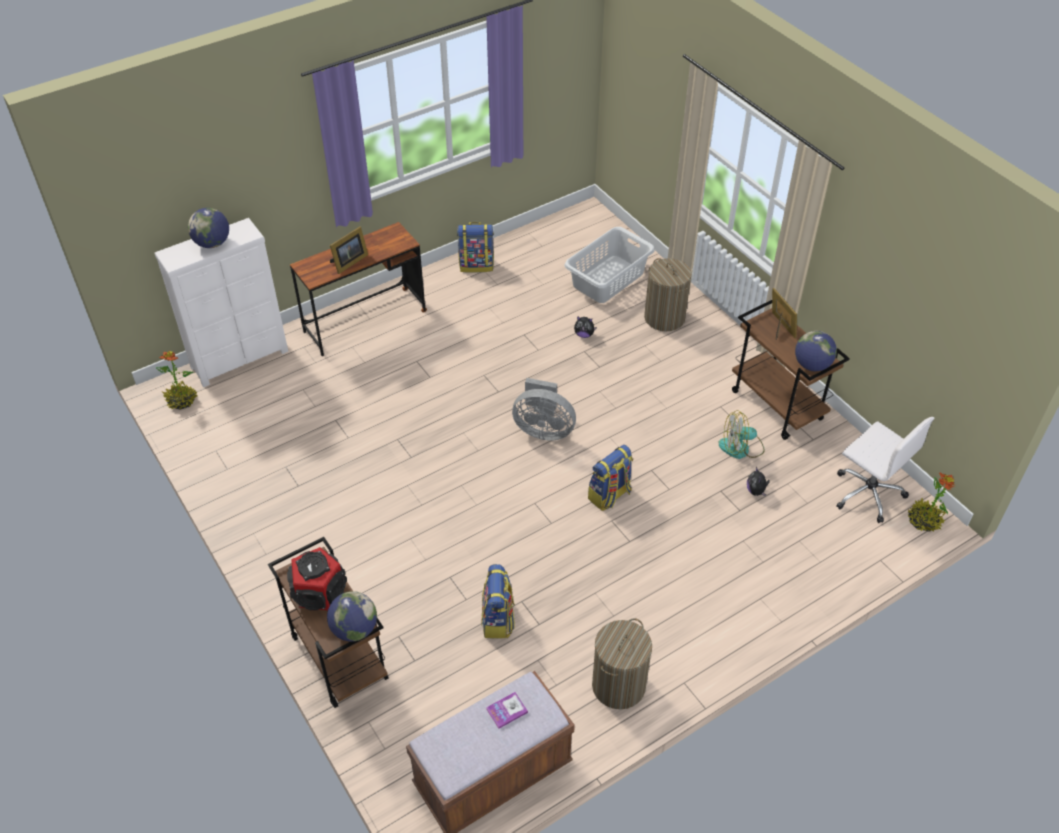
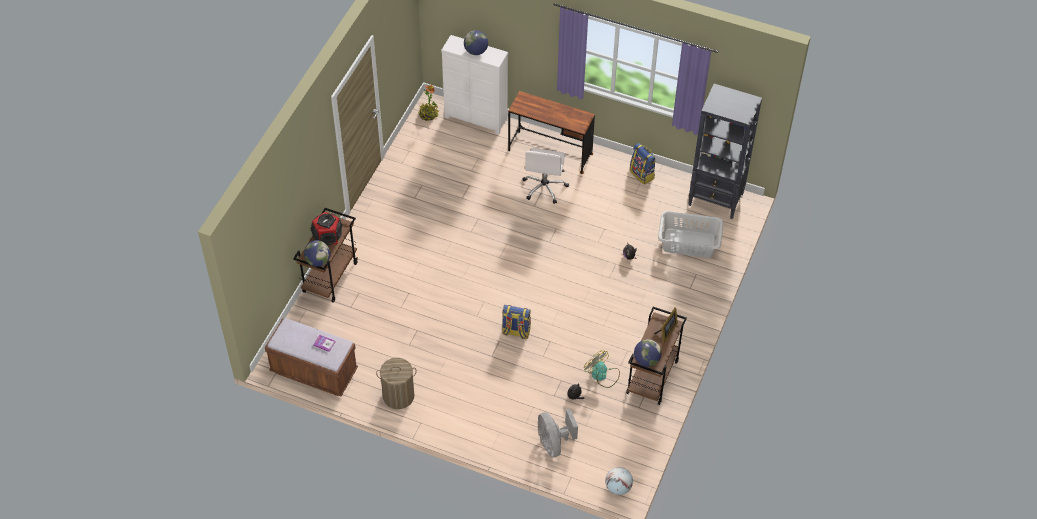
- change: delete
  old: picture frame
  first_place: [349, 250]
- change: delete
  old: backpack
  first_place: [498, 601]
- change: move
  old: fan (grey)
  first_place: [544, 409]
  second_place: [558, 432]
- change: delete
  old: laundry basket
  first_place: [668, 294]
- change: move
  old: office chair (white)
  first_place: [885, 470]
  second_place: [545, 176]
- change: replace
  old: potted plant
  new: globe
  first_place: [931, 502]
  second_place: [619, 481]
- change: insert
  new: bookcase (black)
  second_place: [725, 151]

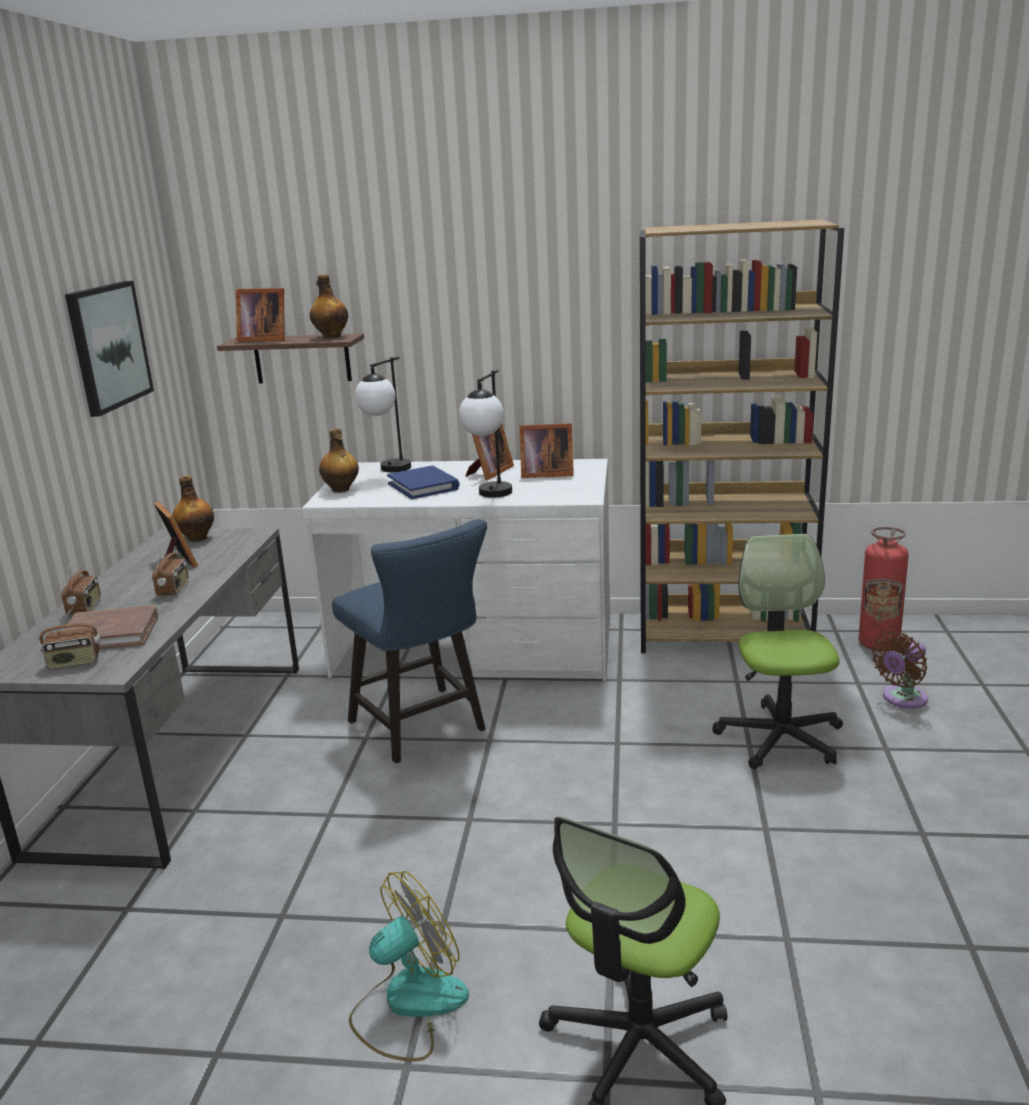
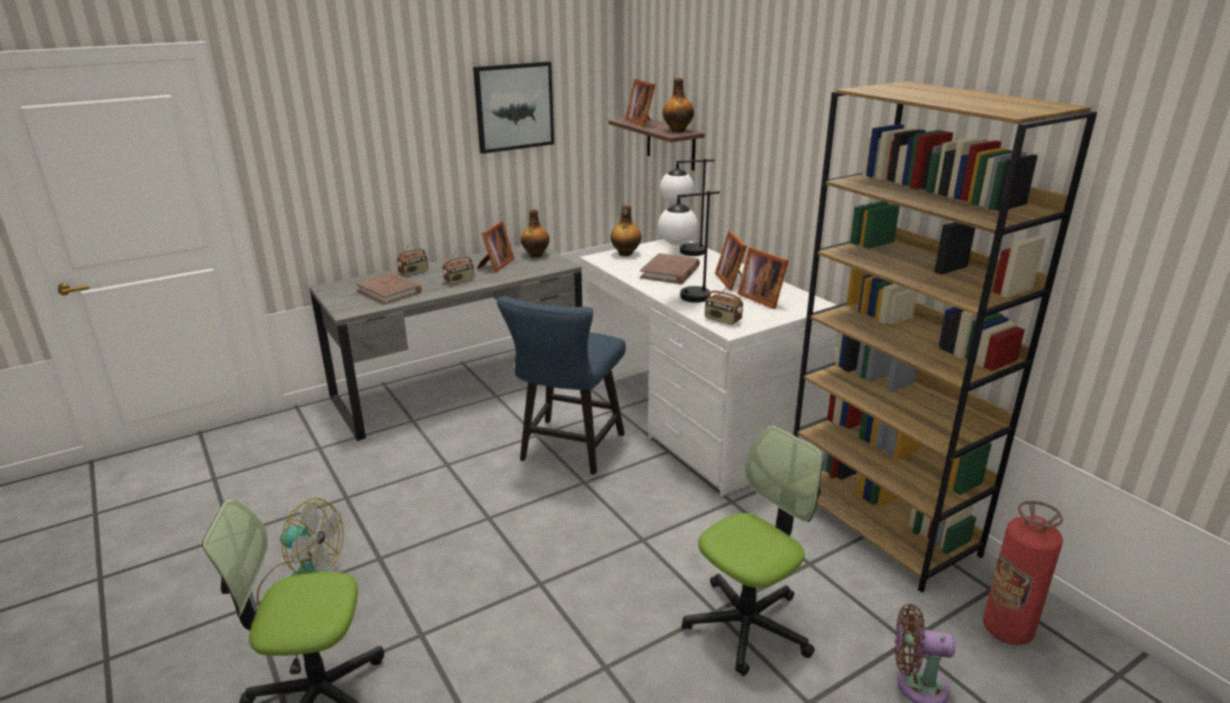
- change: move
  old: radio
  first_place: [70, 637]
  second_place: [724, 303]
- change: recolor
  old: book (blue)
  new: book (brown)
  first_place: [423, 482]
  second_place: [670, 268]
- change: rotate
  old: picture frame
  first_place: [489, 452]
  second_place: [731, 260]
  degrees: 90

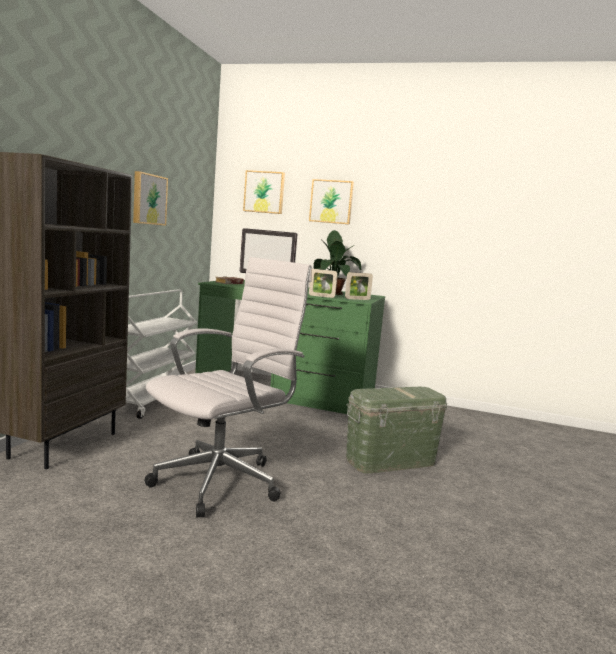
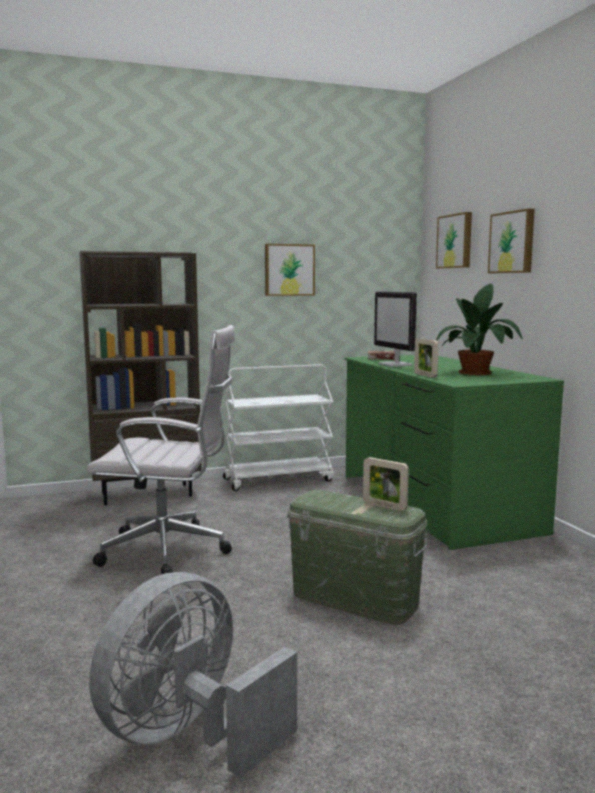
- change: move
  old: picture frame
  first_place: [359, 286]
  second_place: [386, 484]
- change: insert
  new: fan (grey)
  second_place: [193, 675]

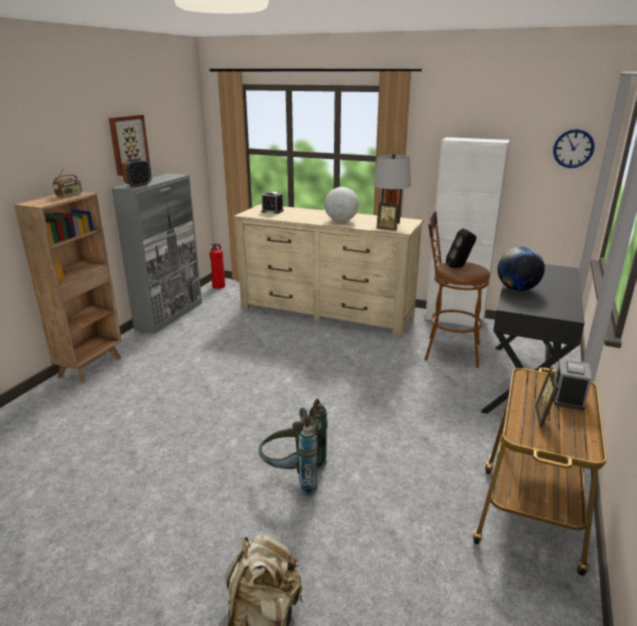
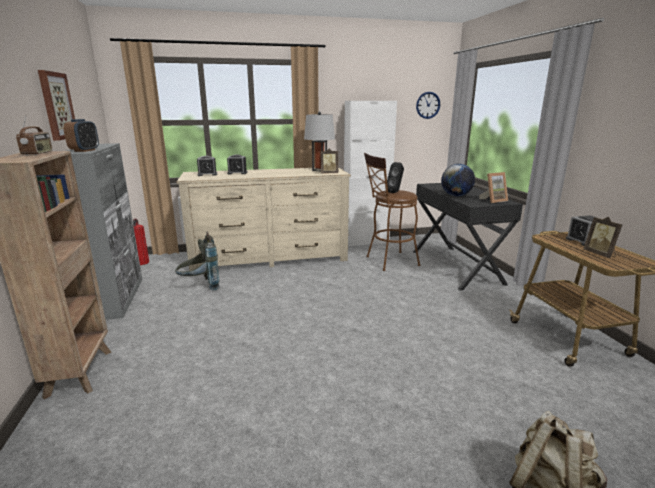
- change: move
  old: backpack (grey)
  first_place: [293, 447]
  second_place: [197, 261]
- change: delete
  old: globe
  first_place: [342, 204]
- change: insert
  new: alarm clock
  second_place: [237, 164]
- change: insert
  new: picture frame
  second_place: [493, 187]

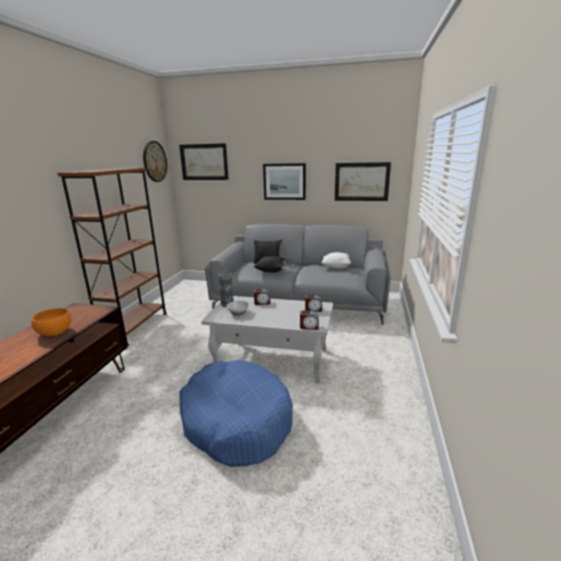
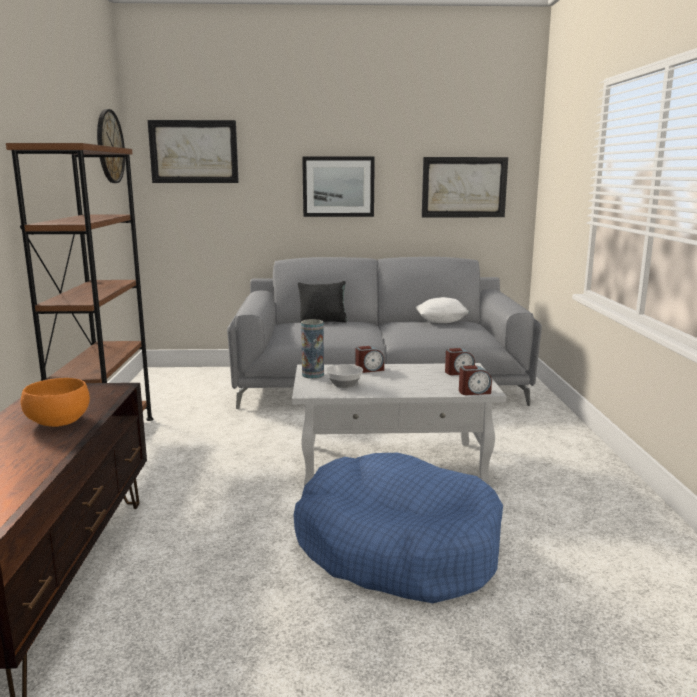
- change: delete
  old: pillow (black)
  first_place: [271, 264]

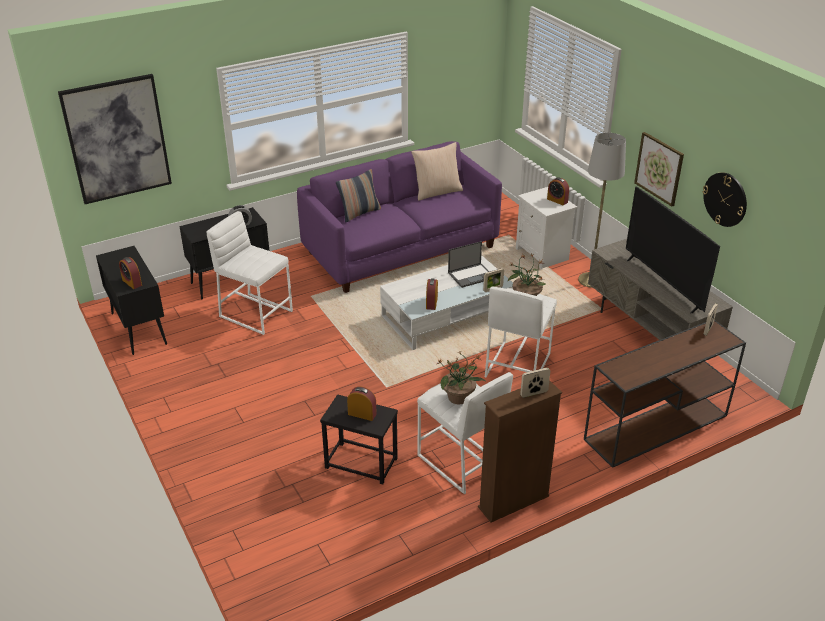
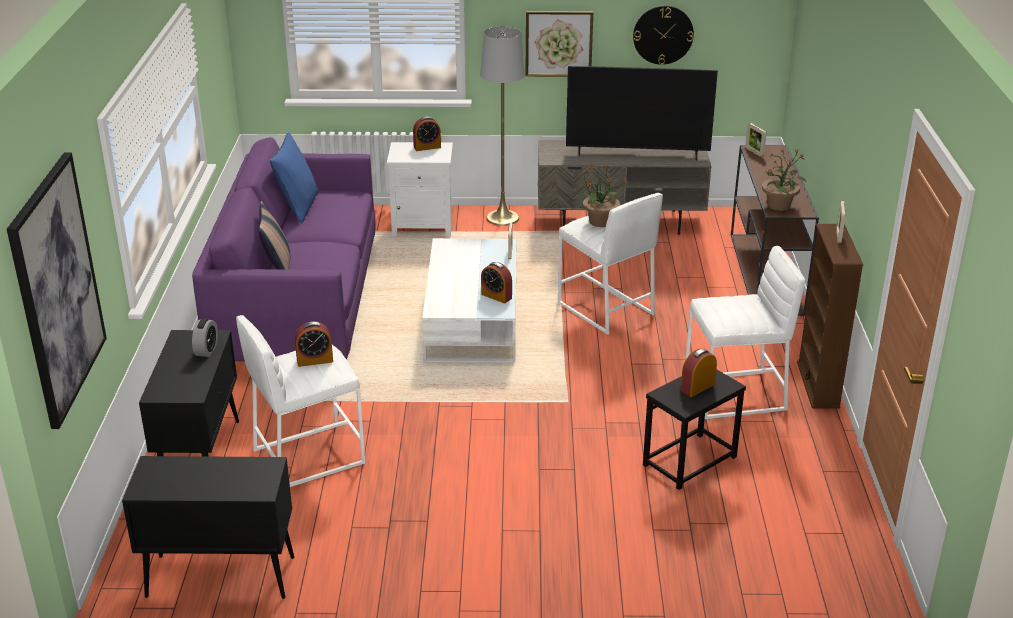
- change: move
  old: alarm clock
  first_place: [130, 273]
  second_place: [314, 344]
- change: recolor
  old: pillow (beige)
  new: pillow (blue)
  first_place: [437, 171]
  second_place: [294, 178]
- change: move
  old: potted plant
  first_place: [461, 378]
  second_place: [784, 180]
- change: delete
  old: laptop
  first_place: [468, 264]

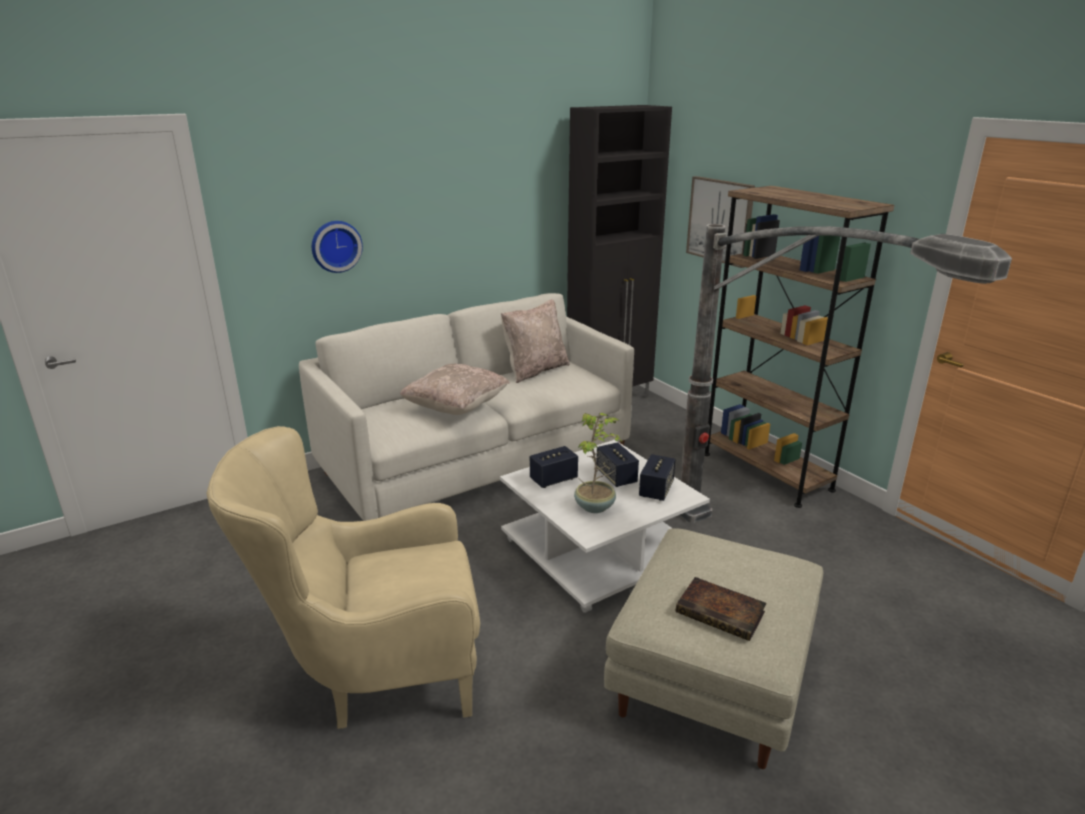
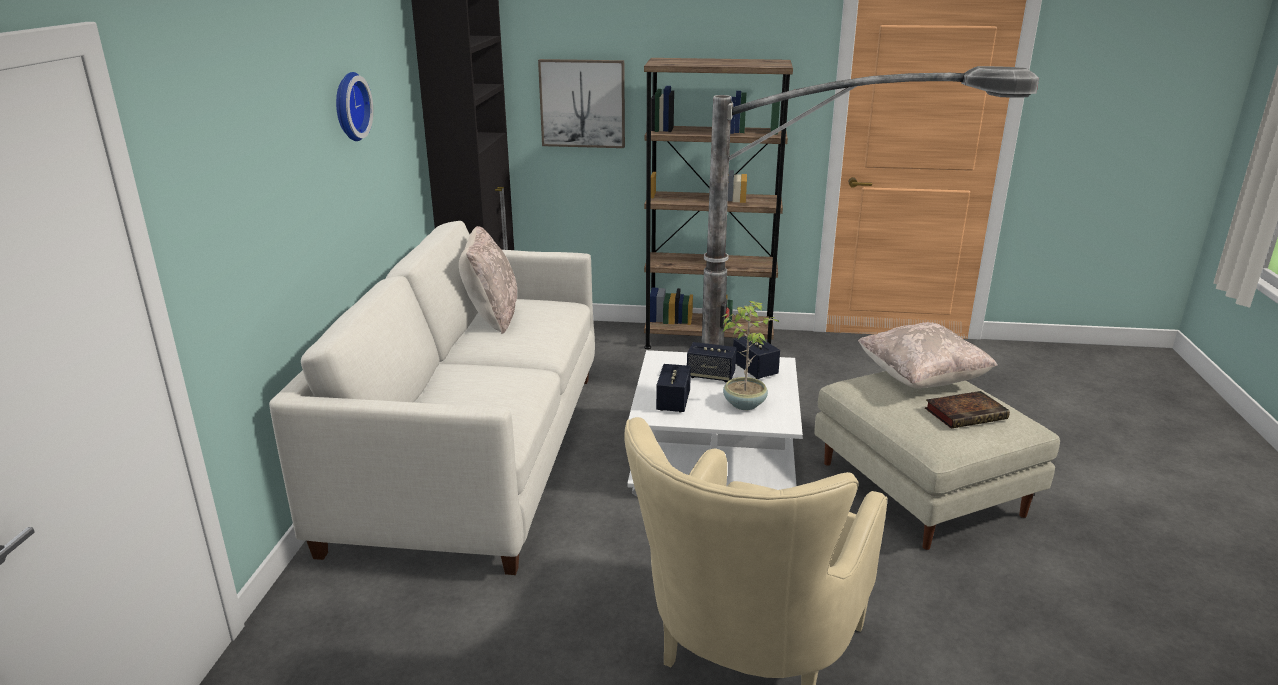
- change: move
  old: wall clock
  first_place: [337, 247]
  second_place: [354, 106]
- change: move
  old: pillow (beige)
  first_place: [455, 389]
  second_place: [928, 355]

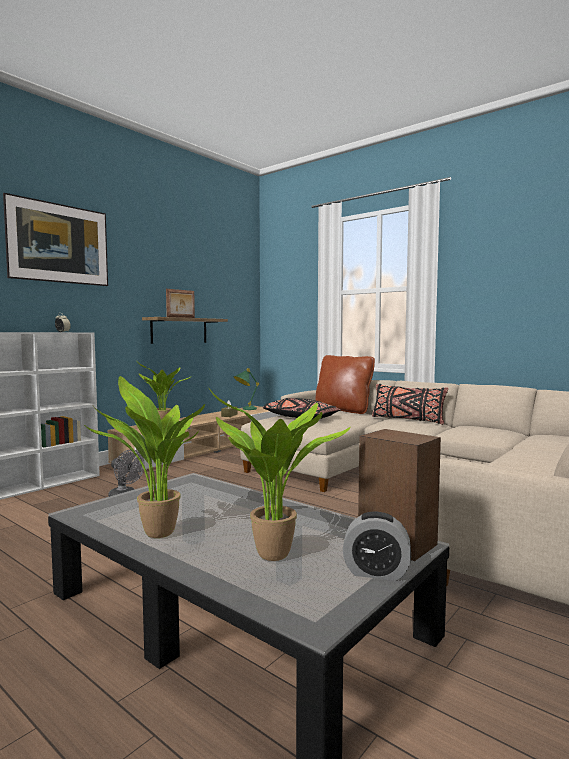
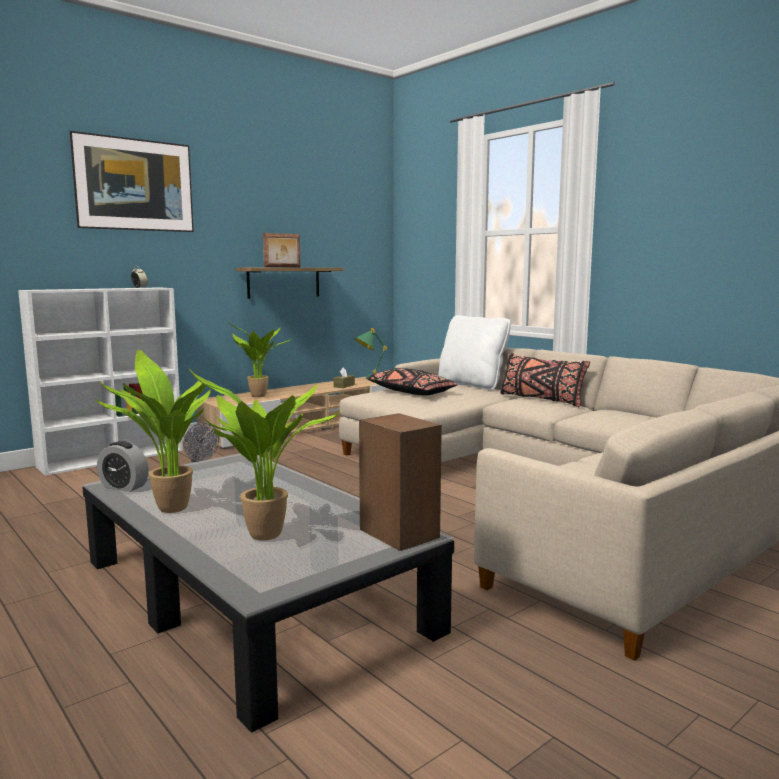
- change: recolor
  old: pillow (brown)
  new: pillow (white)
  first_place: [345, 384]
  second_place: [474, 352]
- change: move
  old: alarm clock
  first_place: [377, 546]
  second_place: [123, 466]

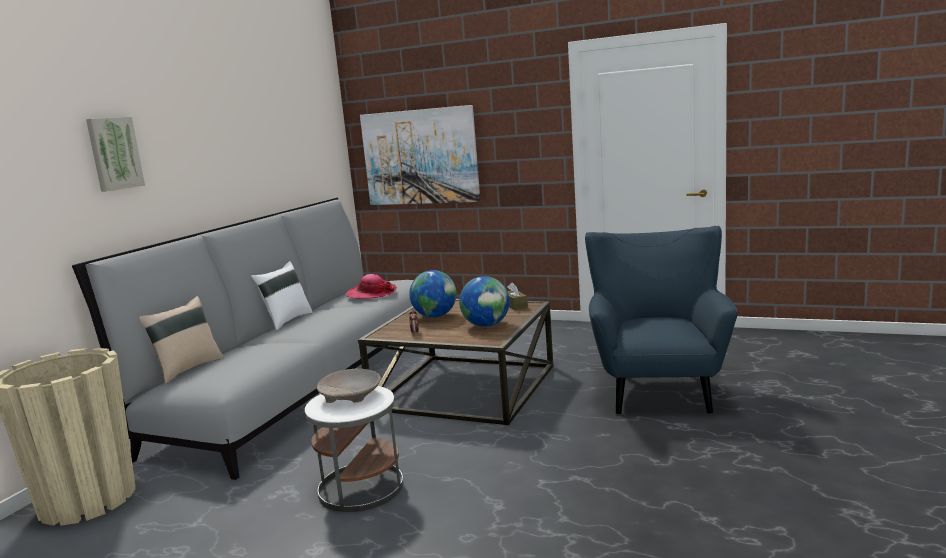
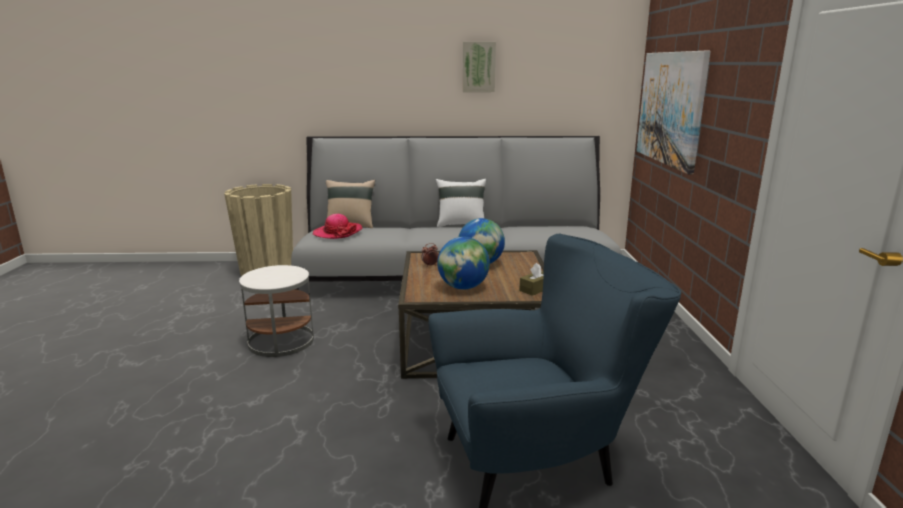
- change: move
  old: picture
  first_place: [115, 154]
  second_place: [479, 67]
- change: delete
  old: bowl (beige)
  first_place: [349, 386]
- change: move
  old: hat
  first_place: [371, 286]
  second_place: [338, 226]

